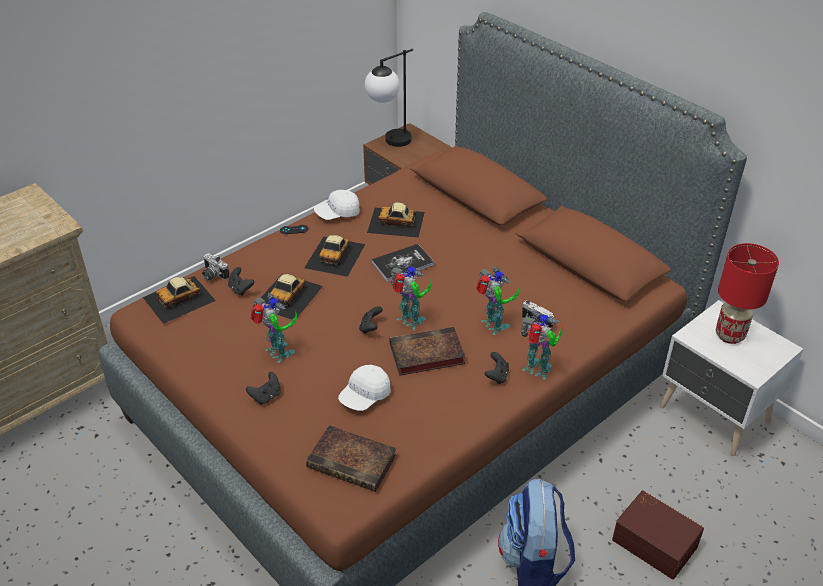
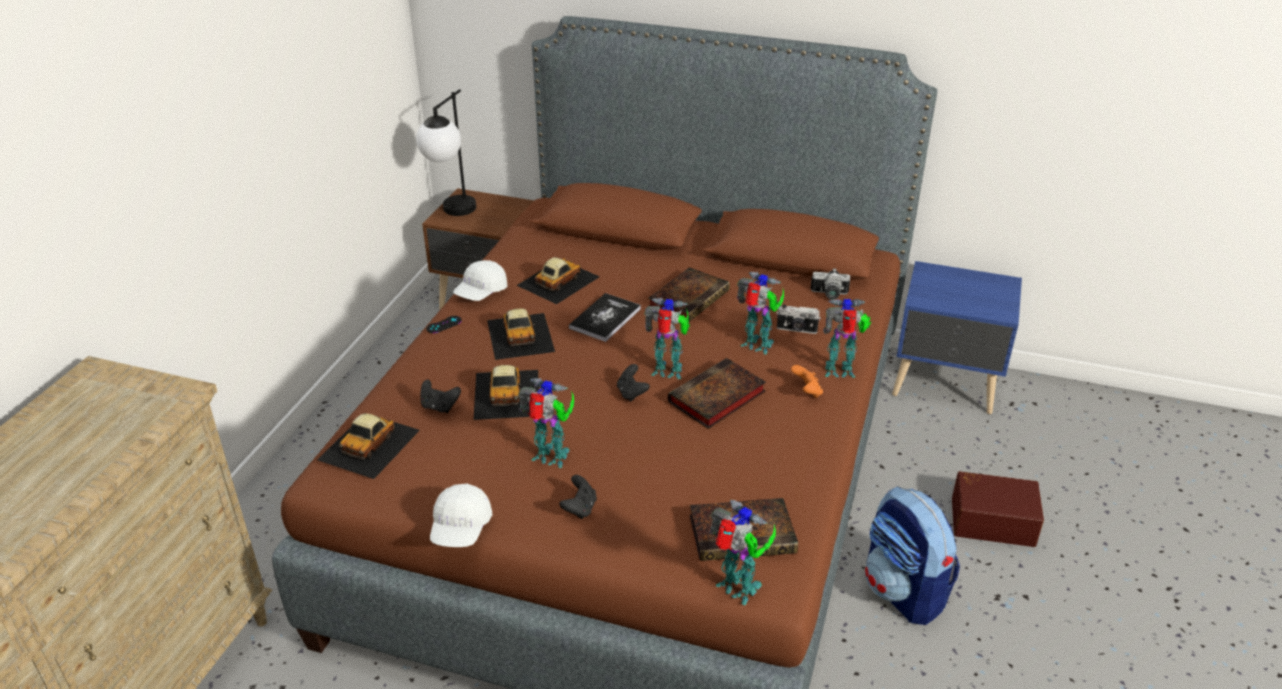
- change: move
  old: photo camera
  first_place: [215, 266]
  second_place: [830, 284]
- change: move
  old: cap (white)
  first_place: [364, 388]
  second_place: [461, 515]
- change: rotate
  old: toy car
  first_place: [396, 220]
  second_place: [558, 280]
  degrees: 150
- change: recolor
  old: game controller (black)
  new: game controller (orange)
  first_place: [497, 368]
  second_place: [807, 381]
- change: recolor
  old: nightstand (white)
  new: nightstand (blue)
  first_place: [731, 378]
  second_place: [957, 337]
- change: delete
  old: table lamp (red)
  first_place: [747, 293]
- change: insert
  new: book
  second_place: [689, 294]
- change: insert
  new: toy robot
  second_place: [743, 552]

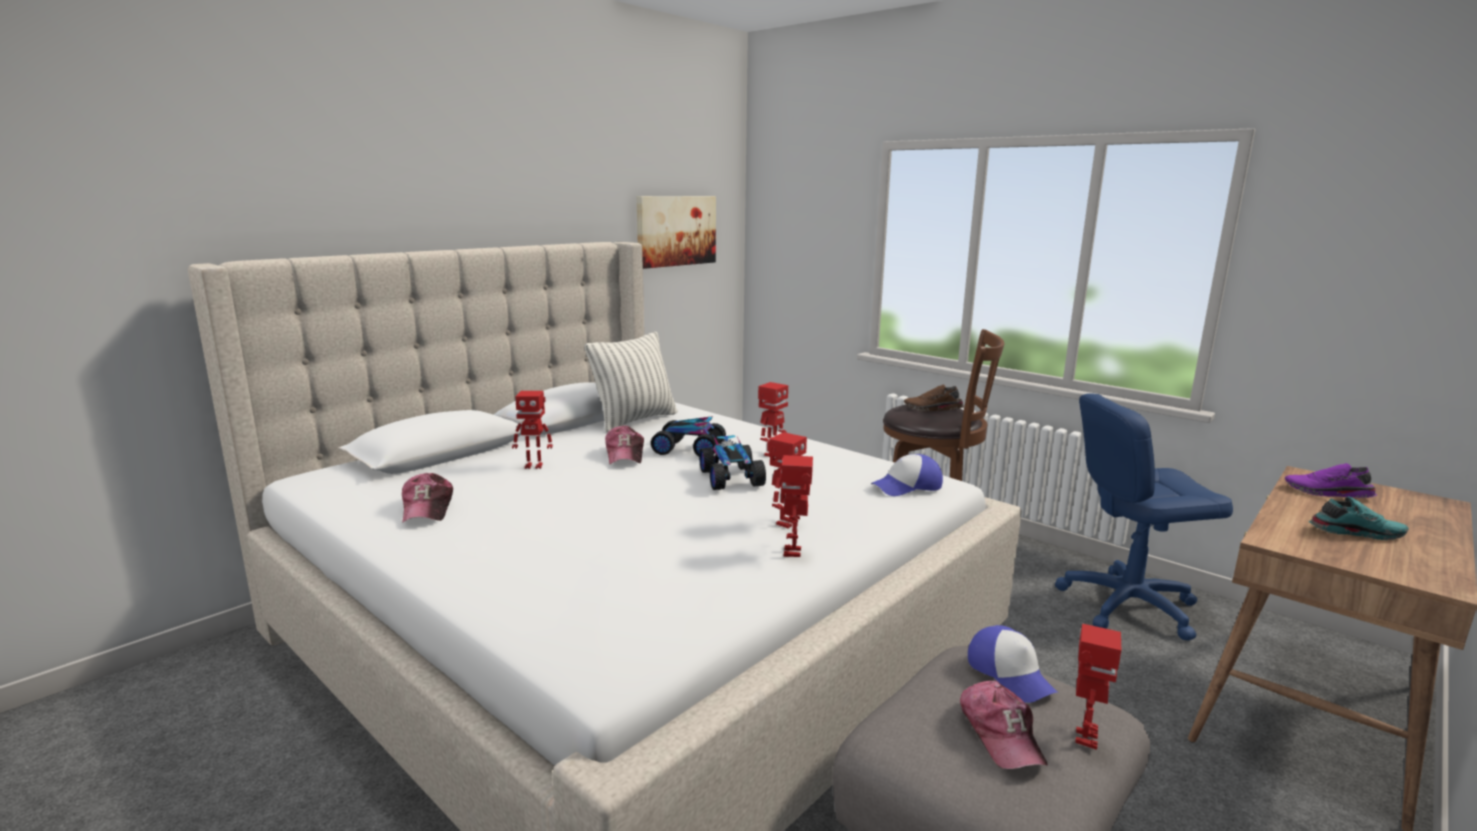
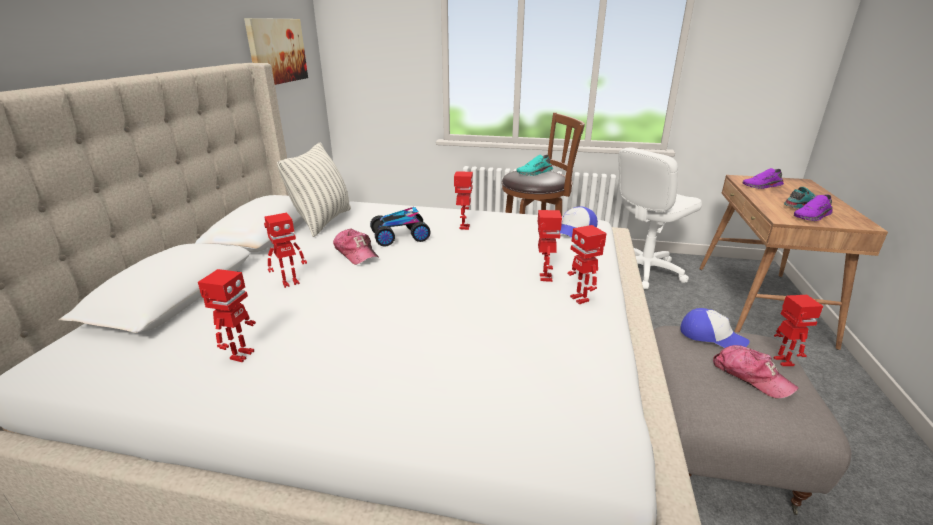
- change: replace
  old: cap
  new: toy robot
  first_place: [427, 498]
  second_place: [227, 316]
- change: delete
  old: toy car
  first_place: [732, 462]
- change: recolor
  old: shoe (brown)
  new: shoe (turquoise)
  first_place: [934, 398]
  second_place: [535, 165]
- change: recolor
  old: office chair (blue)
  new: office chair (white)
  first_place: [1144, 517]
  second_place: [660, 218]
- change: insert
  new: shoe (purple)
  second_place: [813, 207]

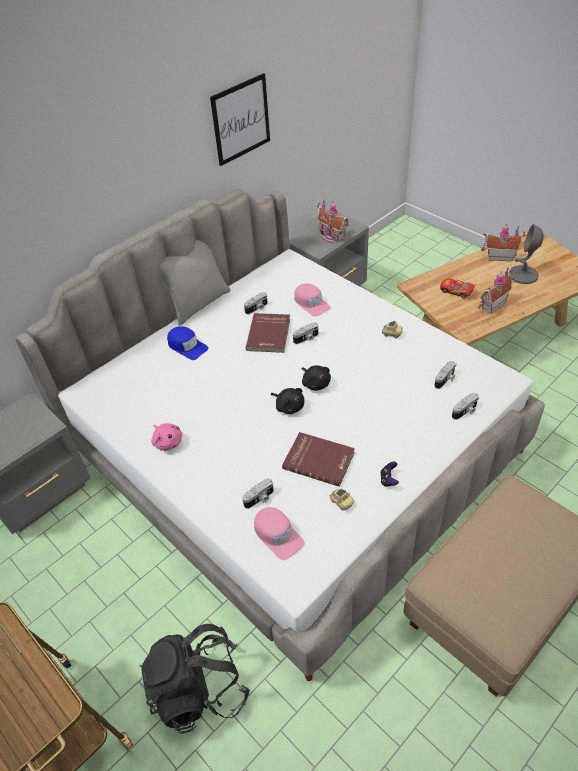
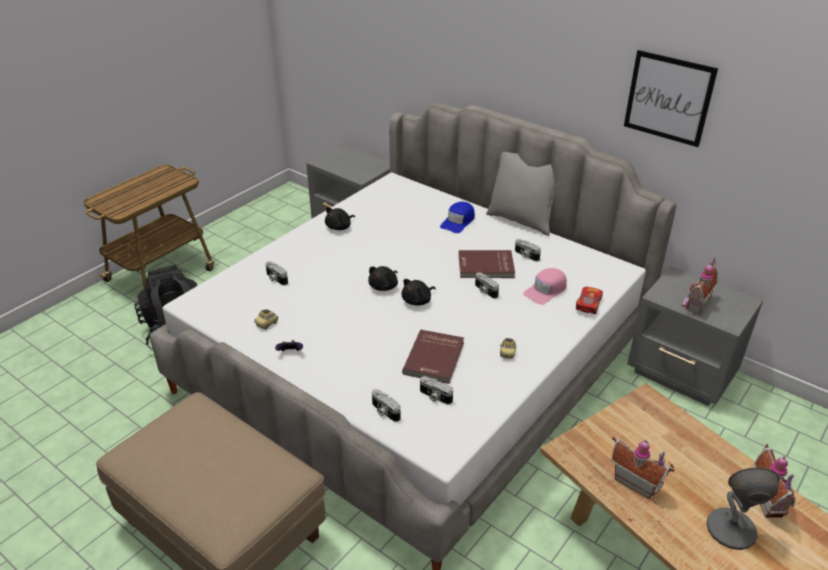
- change: recolor
  old: plush toy (pink)
  new: plush toy (black)
  first_place: [166, 437]
  second_place: [340, 218]
- change: delete
  old: cap (pink)
  first_place: [279, 533]
- change: move
  old: book (red)
  first_place: [318, 459]
  second_place: [433, 357]
- change: move
  old: toy car
  first_place: [458, 288]
  second_place: [589, 300]

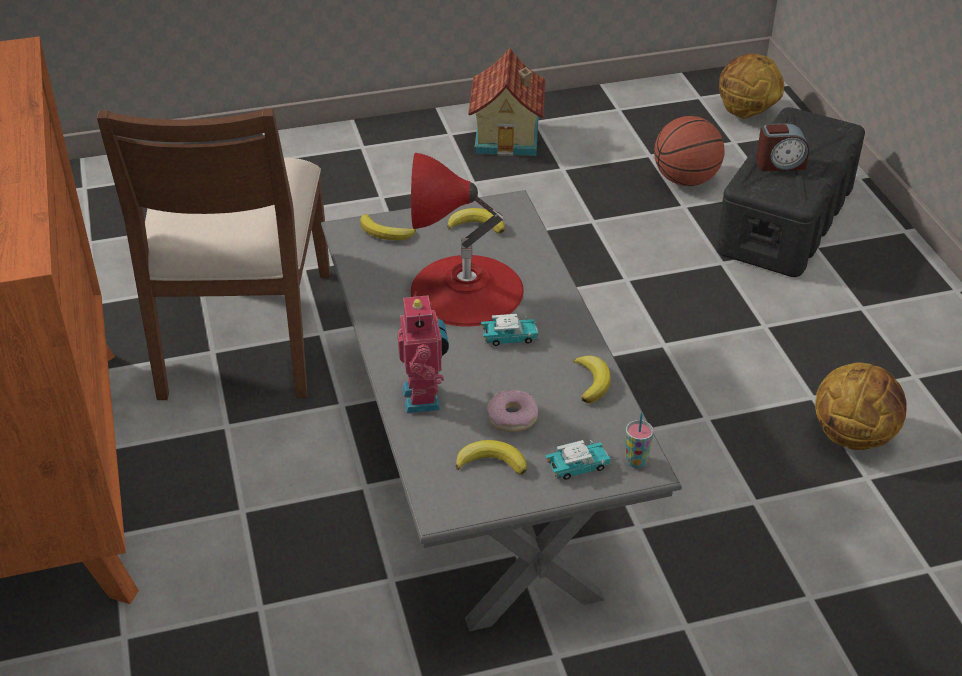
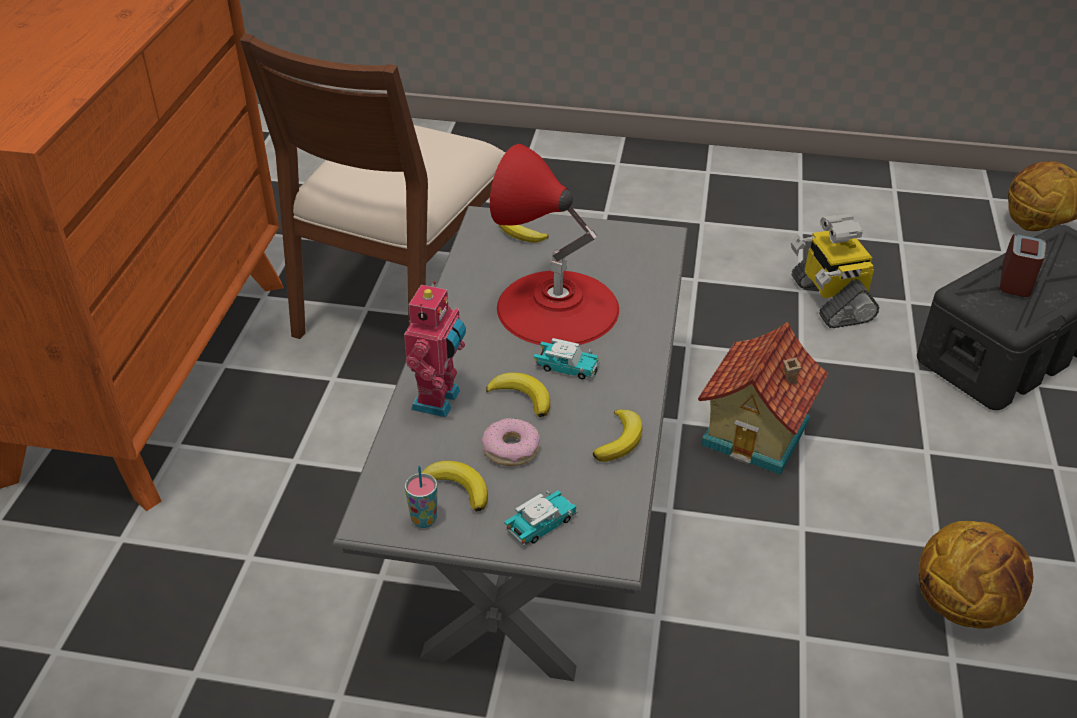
- change: move
  old: banana
  first_place: [476, 221]
  second_place: [518, 394]
- change: move
  old: toy house
  first_place: [506, 102]
  second_place: [763, 398]
- change: rotate
  old: toy car
  first_place: [578, 460]
  second_place: [541, 518]
  degrees: -45
- change: move
  old: cup
  first_place: [639, 440]
  second_place: [421, 497]
- change: delete
  old: basketball
  first_place: [689, 151]
- change: rotate
  old: alarm clock
  first_place: [782, 147]
  second_place: [1023, 265]
  degrees: -90
- change: insert
  new: toy robot
  second_place: [835, 271]

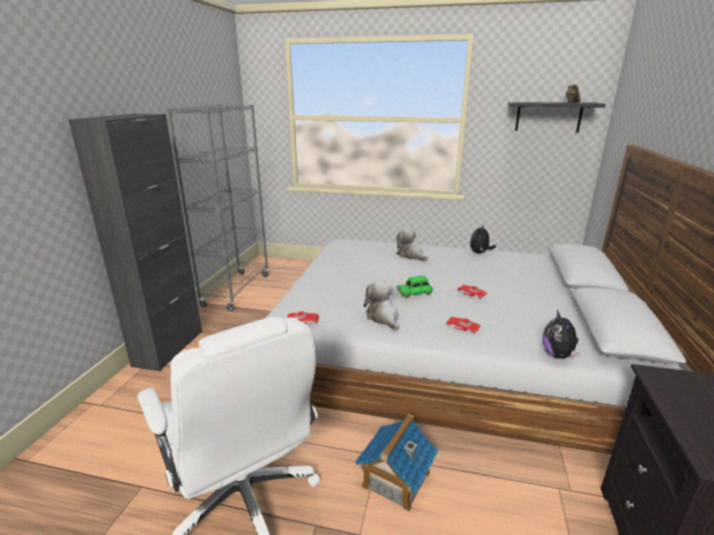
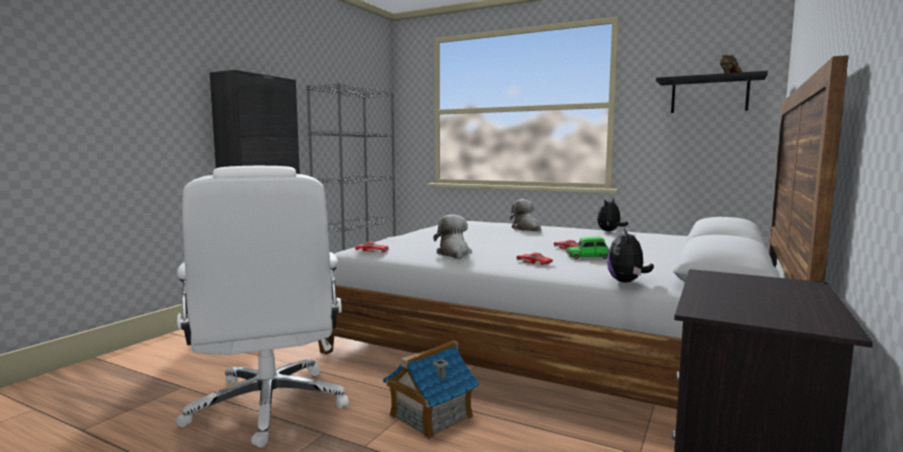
- change: move
  old: toy car (green)
  first_place: [415, 286]
  second_place: [587, 248]

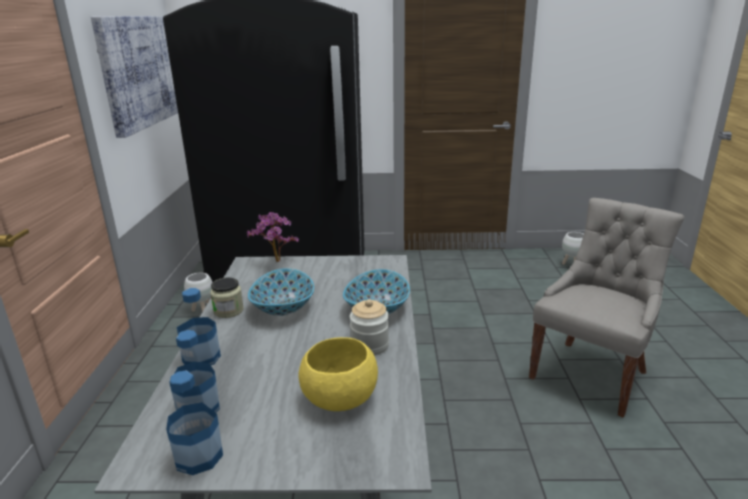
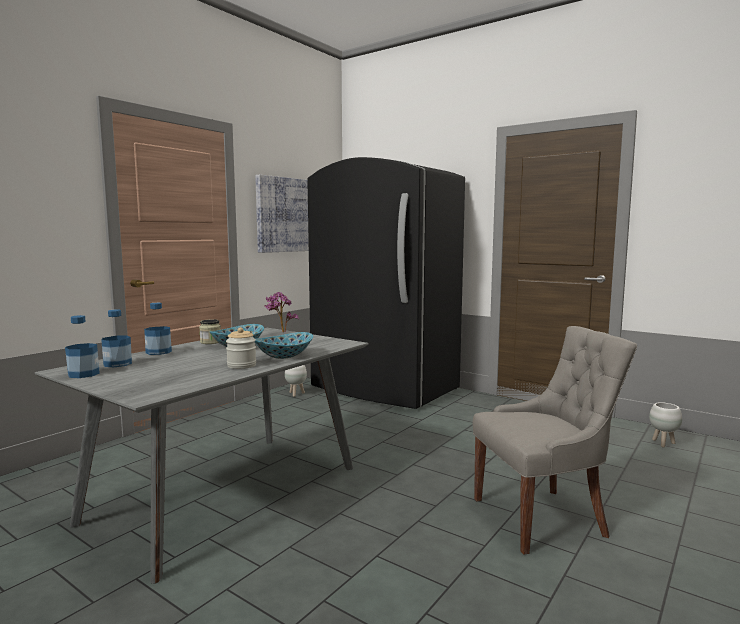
- change: delete
  old: bowl (yellow)
  first_place: [338, 374]

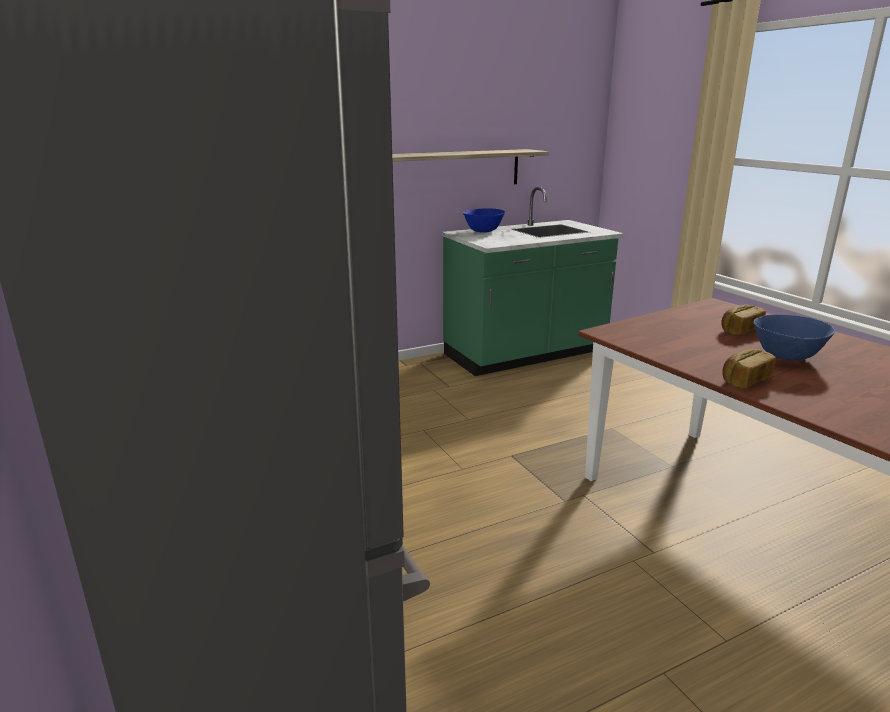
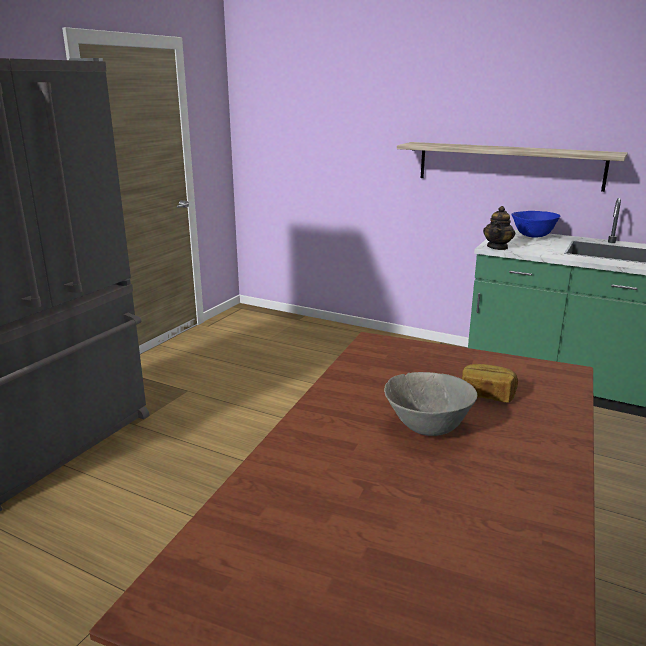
- change: delete
  old: bread
  first_place: [749, 368]
- change: recolor
  old: bowl (blue)
  new: bowl (grey)
  first_place: [794, 337]
  second_place: [430, 404]
- change: insert
  new: teapot
  second_place: [499, 228]

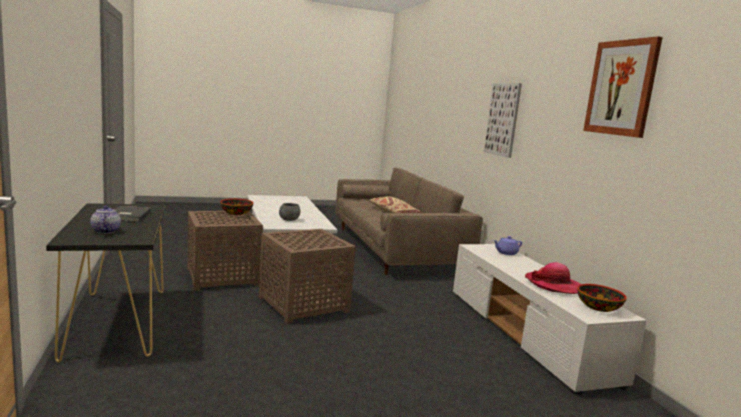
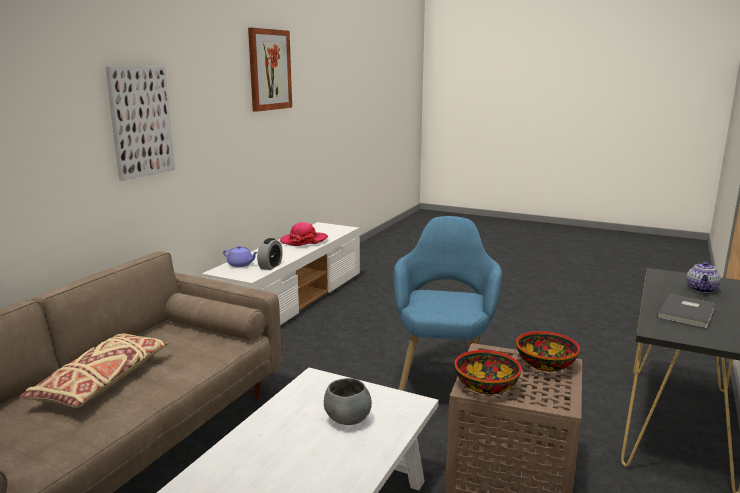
- change: replace
  old: side table (brown)
  new: armchair (blue)
  first_place: [307, 276]
  second_place: [448, 305]
- change: move
  old: bowl
  first_place: [602, 298]
  second_place: [548, 351]
- change: insert
  new: alarm clock
  second_place: [270, 254]

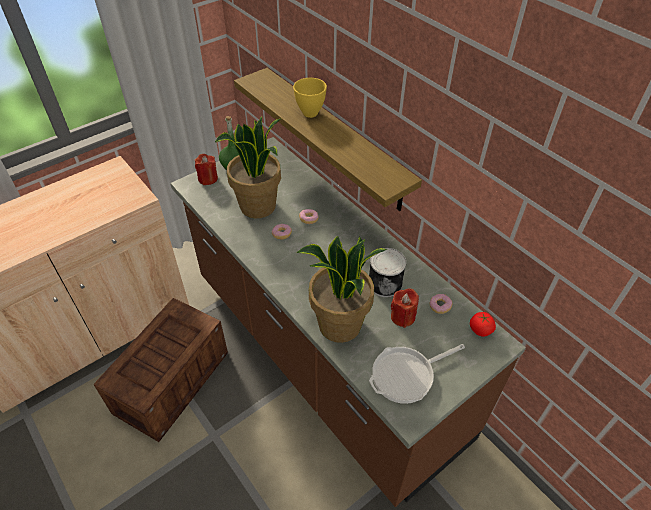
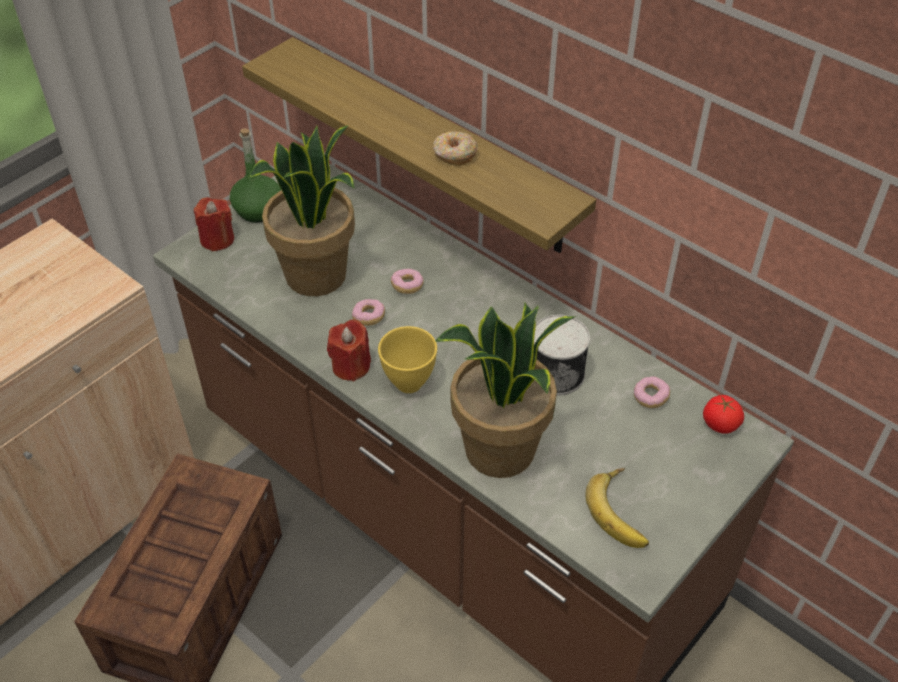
- change: move
  old: bowl (yellow)
  first_place: [310, 98]
  second_place: [407, 359]
- change: replace
  old: frying pan
  new: banana
  first_place: [417, 374]
  second_place: [617, 508]
- change: move
  old: candle (red)
  first_place: [405, 308]
  second_place: [349, 350]
- change: insert
  new: donut
  second_place: [455, 149]

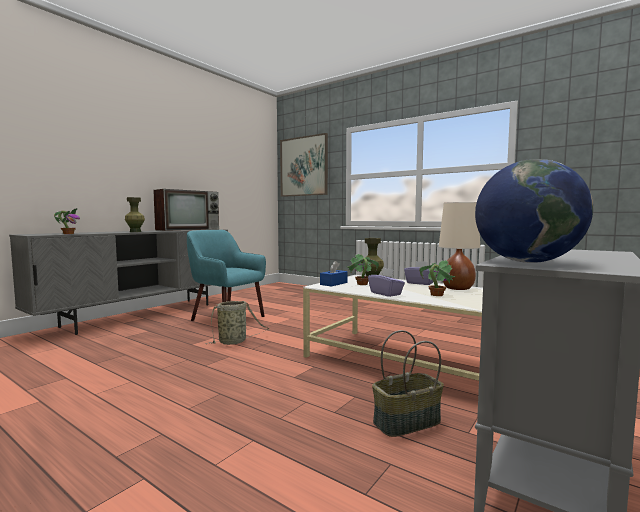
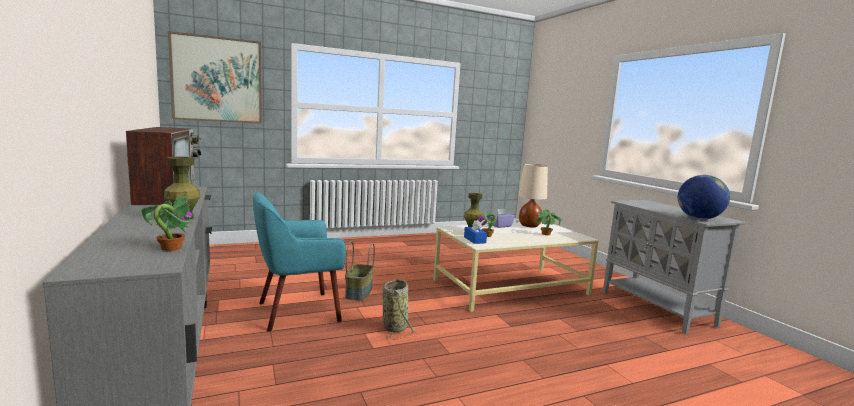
- change: delete
  old: tissue box (purple)
  first_place: [386, 282]
- change: move
  old: basket
  first_place: [408, 383]
  second_place: [360, 271]

